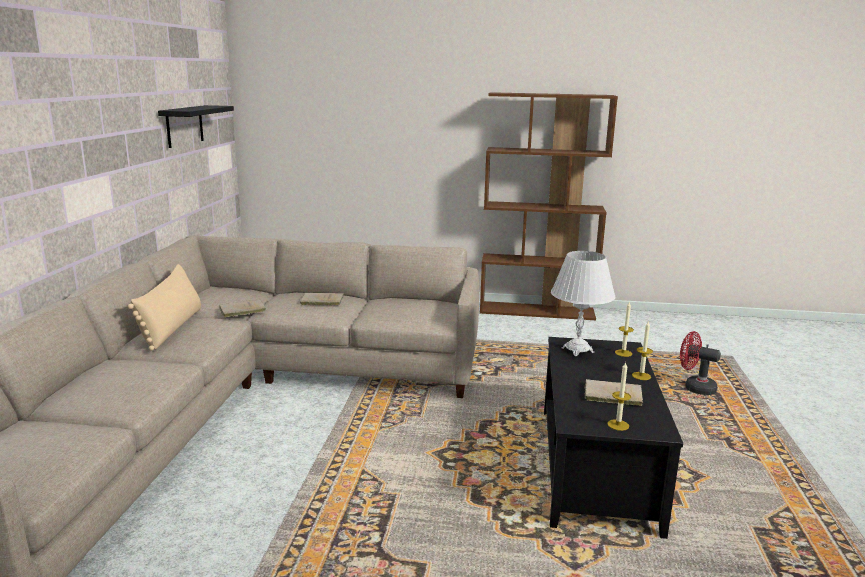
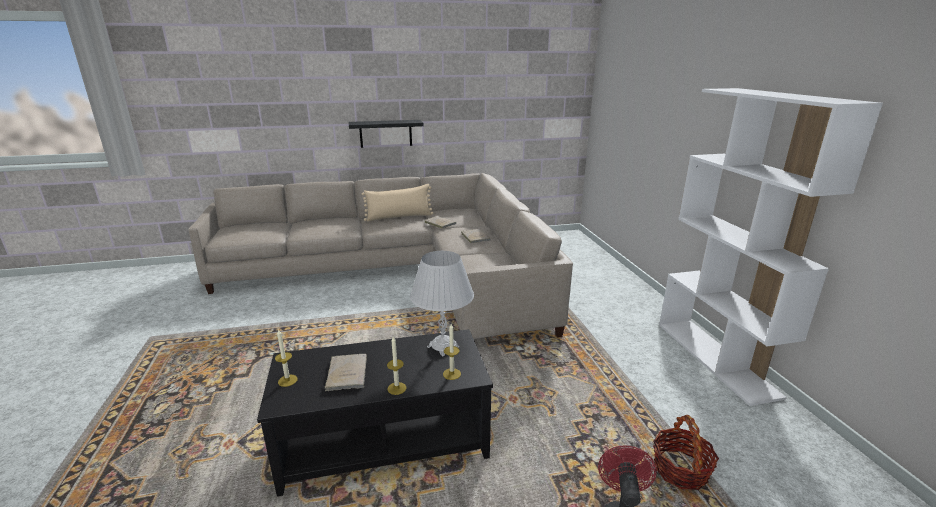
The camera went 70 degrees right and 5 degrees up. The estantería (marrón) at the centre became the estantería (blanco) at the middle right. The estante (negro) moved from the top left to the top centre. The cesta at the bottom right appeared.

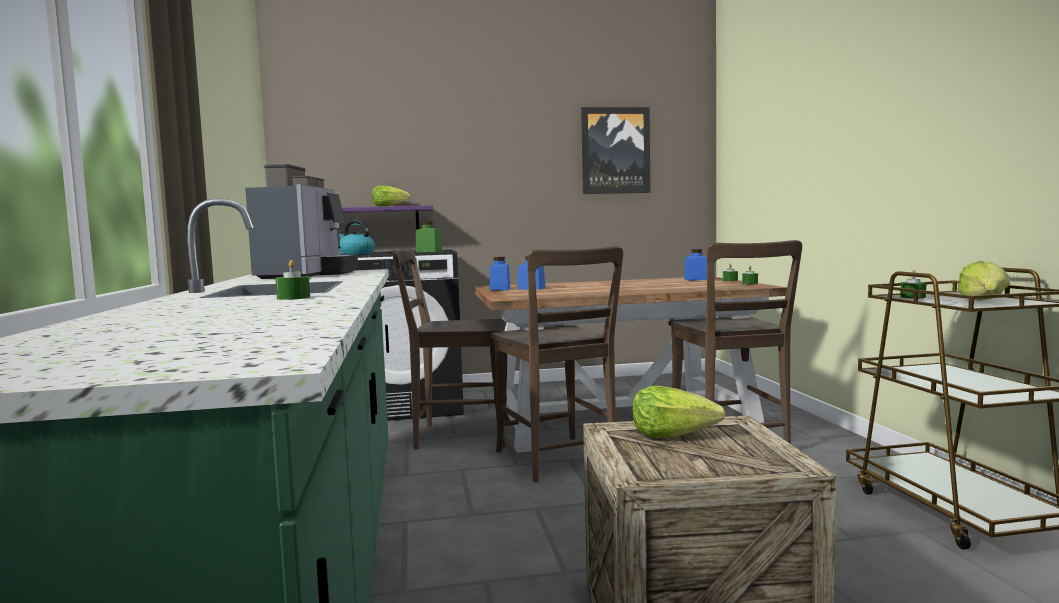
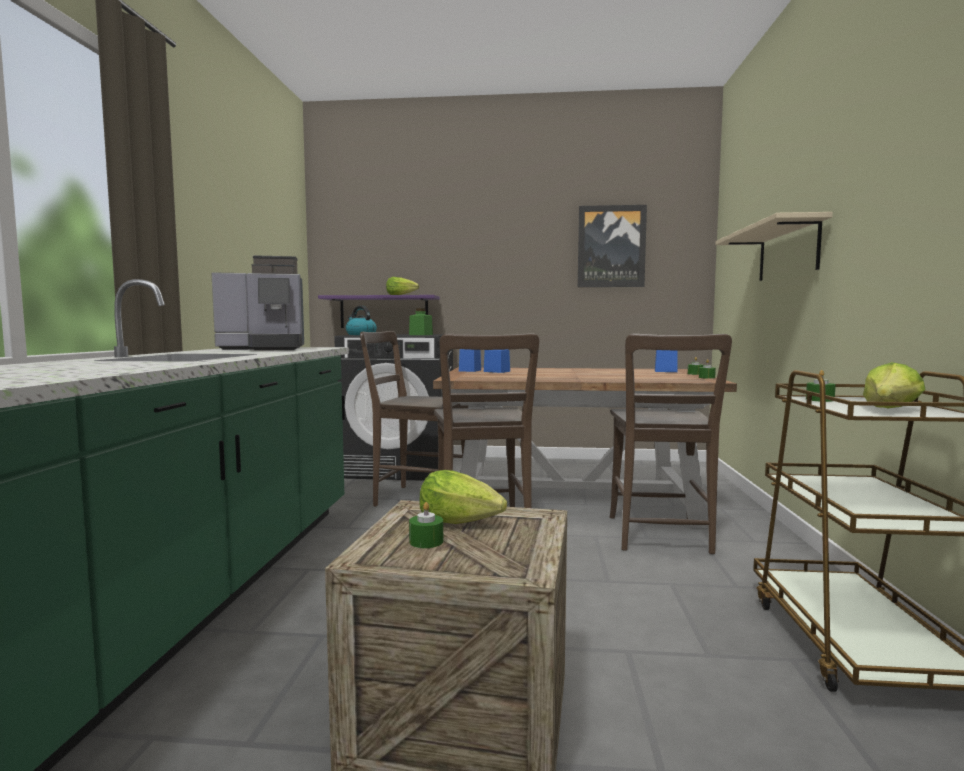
The camera went 15 degrees right and 0 degrees up. The cafetera at the middle left turned 60 degrees clockwise. The vela (verde) (no. 1 from left) moved from the middle left to the bottom centre. The estante (beis) at the top right appeared.

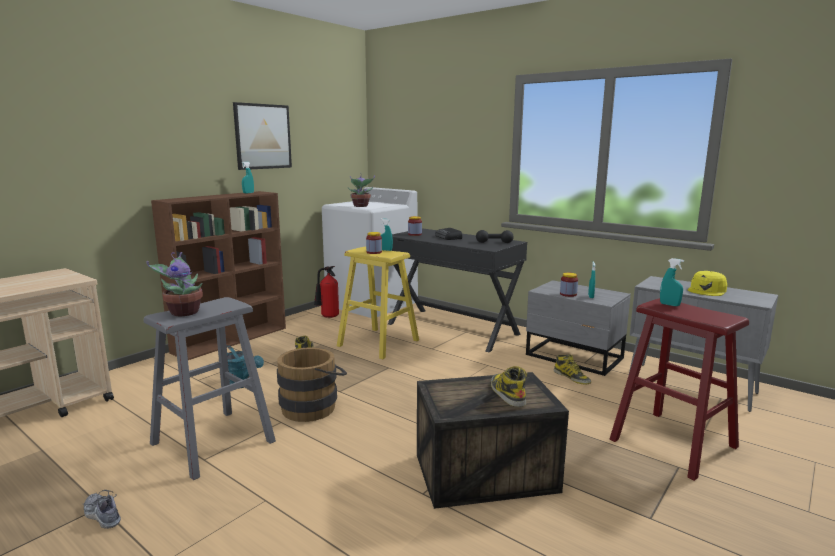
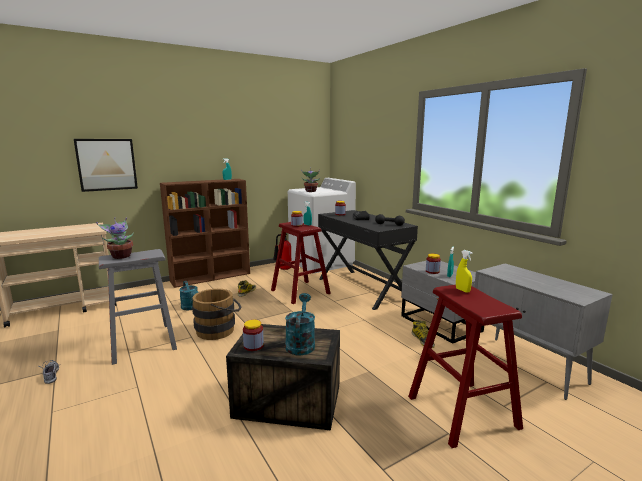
The camera went 20 degrees right and 0 degrees up. The cuadro moved from the top left to the middle left. The taburete (amarillo) at the centre became the taburete (rojo) (no. 1 from left) at the centre. The pulverizador (turquesa) (no. 4 from left) at the middle right became the pulverizador (amarillo) at the middle right. The gorra (amarillo) at the middle right disappeared. The bota (no. 2 from left) at the bottom centre was replaced by the regadera (turquesa) (no. 2 from left) at the bottom centre. The tarro (no. 1 from left) at the bottom centre appeared.

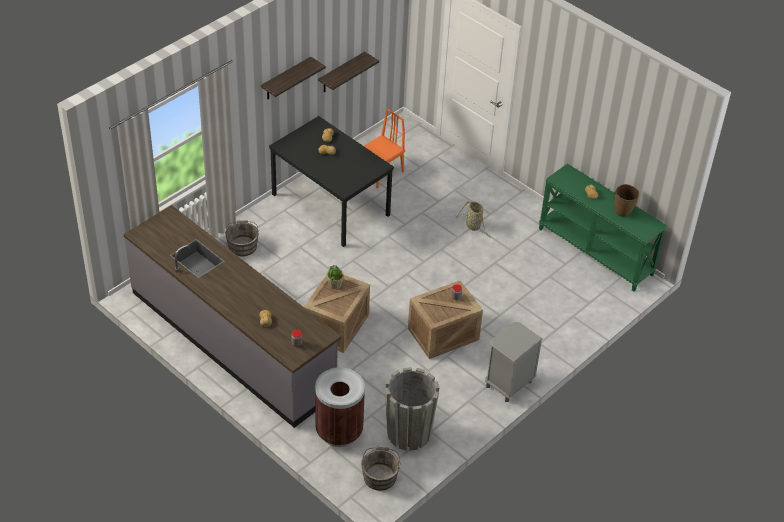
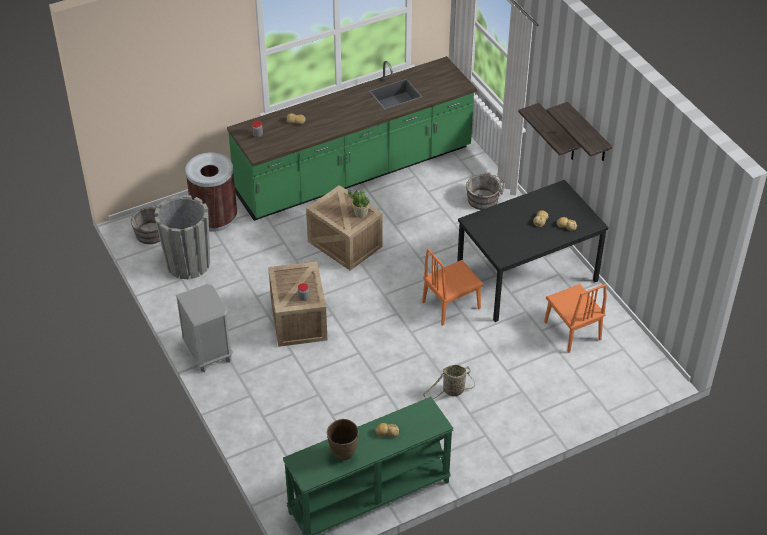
The camera went 110 degrees right and 0 degrees up. The estante (no. 2 from left in the first image) moved from the top centre to the top right. The mueble bajo de cocina (gris) at the middle left became the mueble bajo de cocina (verde) at the top centre. The silla (naranja) (no. 1 from left) at the centre appeared.

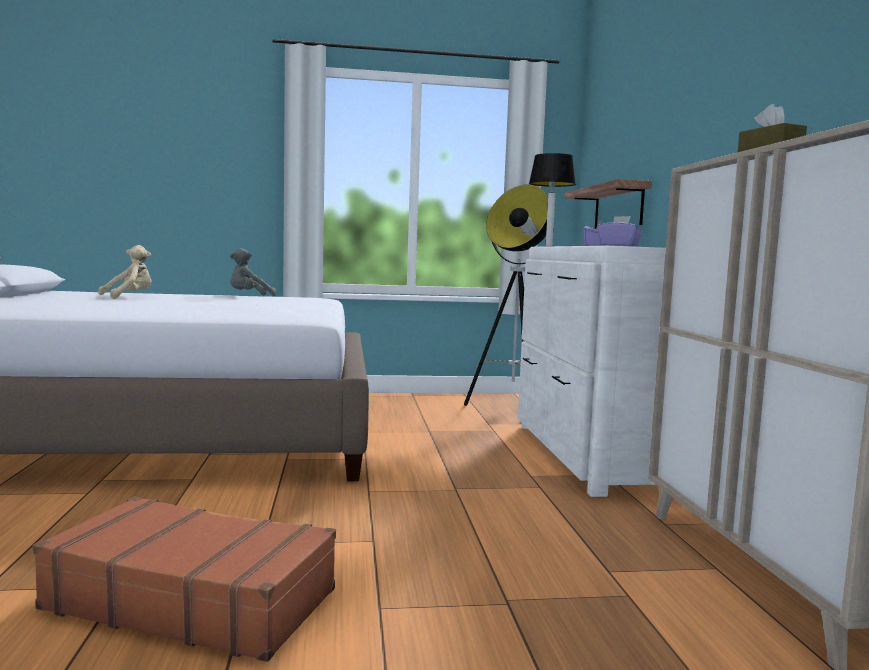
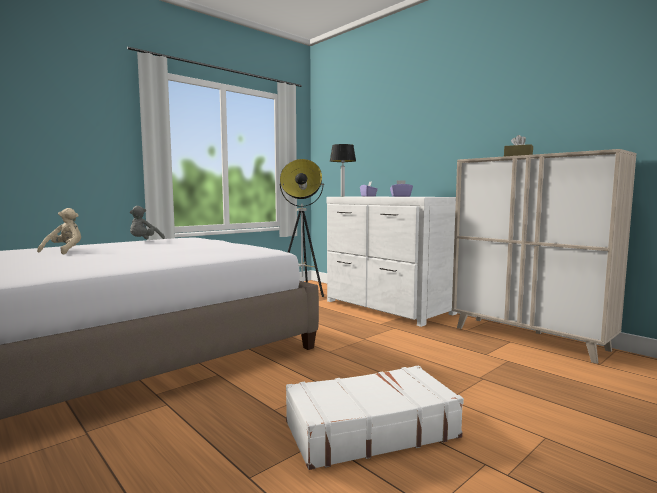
The camera went 35 degrees left and 0 degrees up. The estante at the top right disappeared. The maleta (marrón) at the bottom left became the maleta (blanco) at the bottom centre.

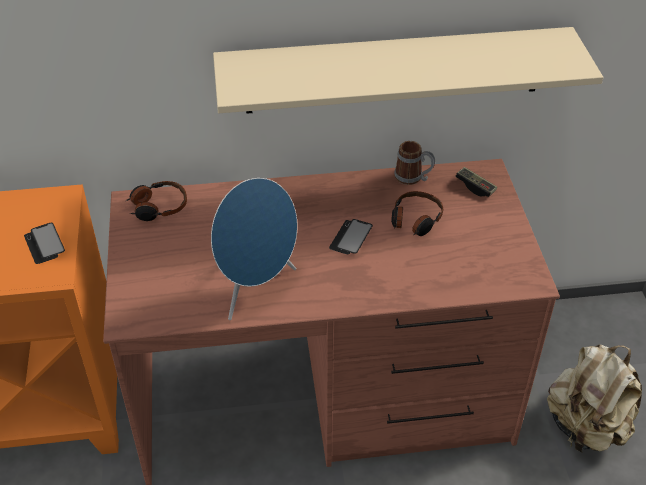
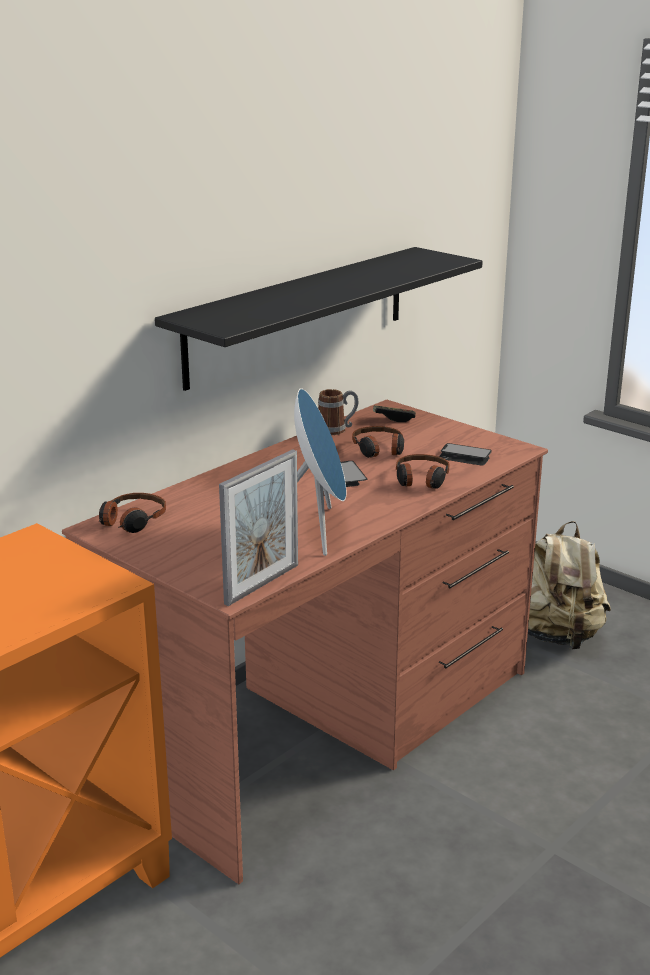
The camera went 40 degrees left and 20 degrees down. The estante (beis) at the top centre became the estante (negro) at the top centre. The móvil (no. 1 from left in the first image) moved from the middle left to the middle right. The portarretratos at the centre appeared. The auriculares (no. 3 from left) at the centre appeared.

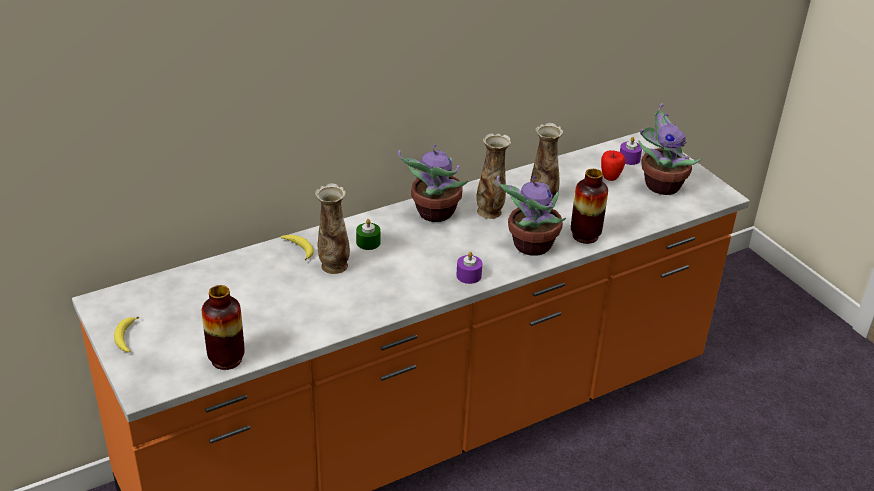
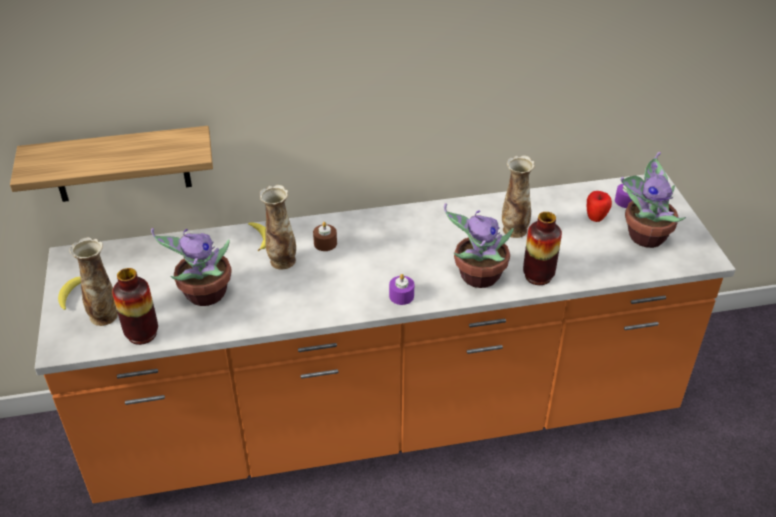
The camera went 20 degrees right and 5 degrees up. The florero (no. 3 from left in the first image) moved from the centre to the middle left. The planta en maceta (no. 1 from left) moved from the centre to the middle left. The vela (verde) at the centre became the vela (marrón) at the centre. The estante at the top left appeared.

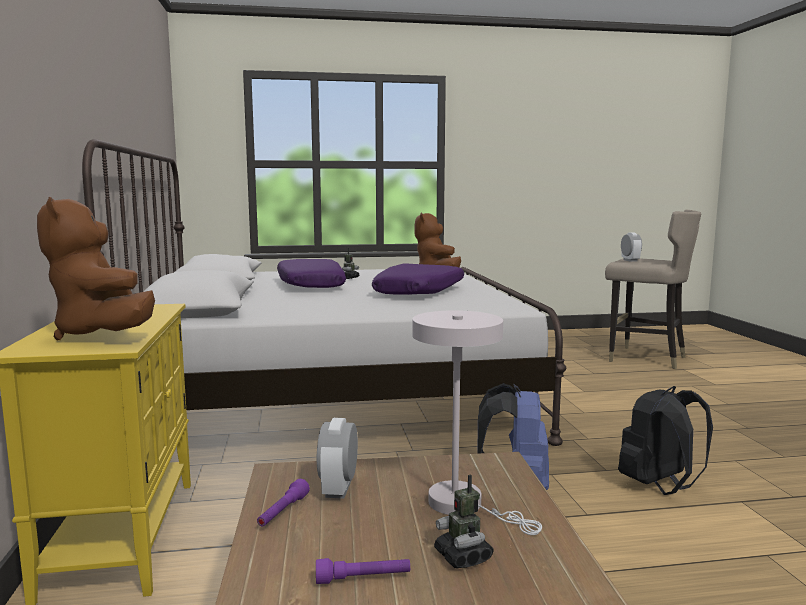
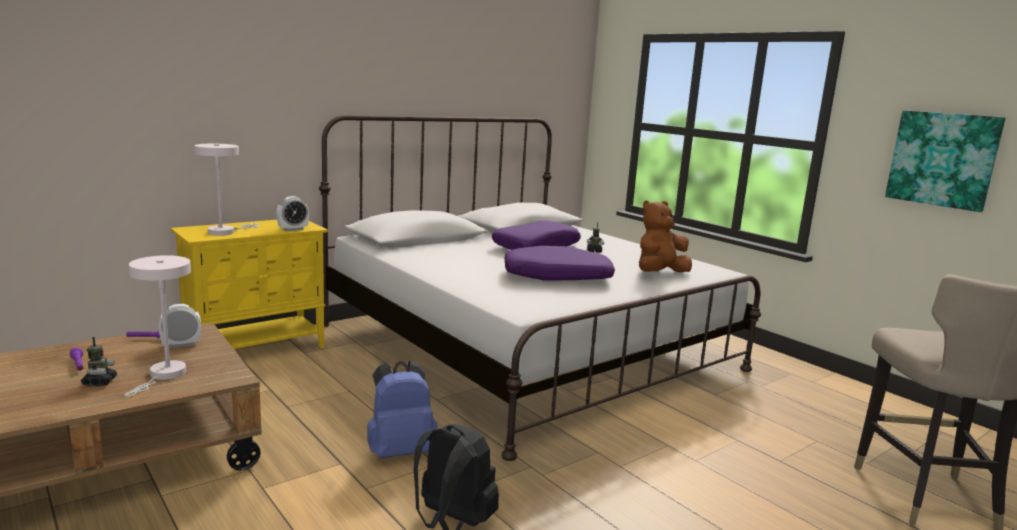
The camera went 60 degrees right and 5 degrees up. The peluche (marrón) (no. 1 from left) at the middle left was replaced by the lámpara de mesa (blanco) (no. 2 from left) at the middle left. The despertador (no. 2 from left) moved from the middle right to the middle left. The robot de juguete (no. 2 from left in the first image) at the bottom centre turned 135 degrees clockwise. The cuadro at the top right appeared.

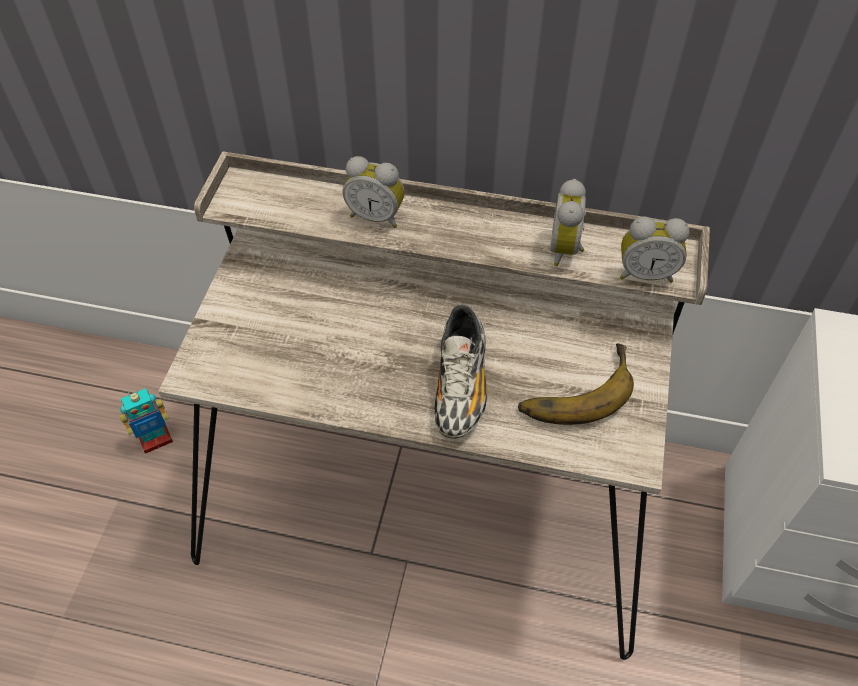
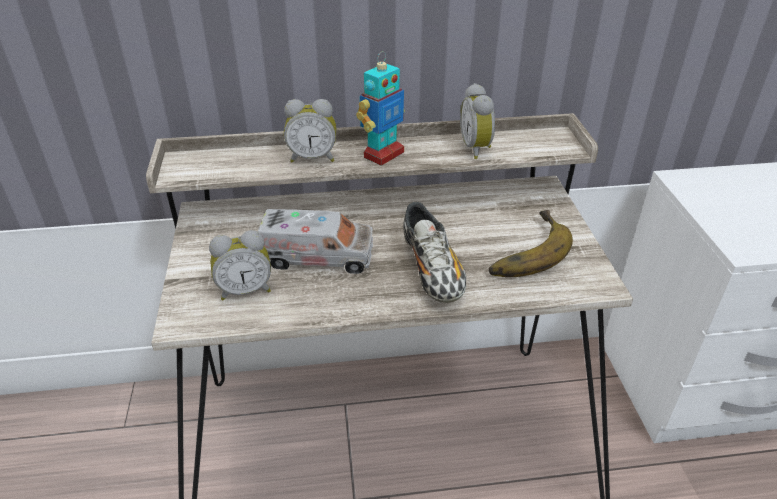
The camera went 20 degrees left and 15 degrees down. The despertador (no. 3 from left in the first image) moved from the middle right to the middle left. The robot de juguete moved from the middle left to the top centre. The camión de juguete at the centre appeared.

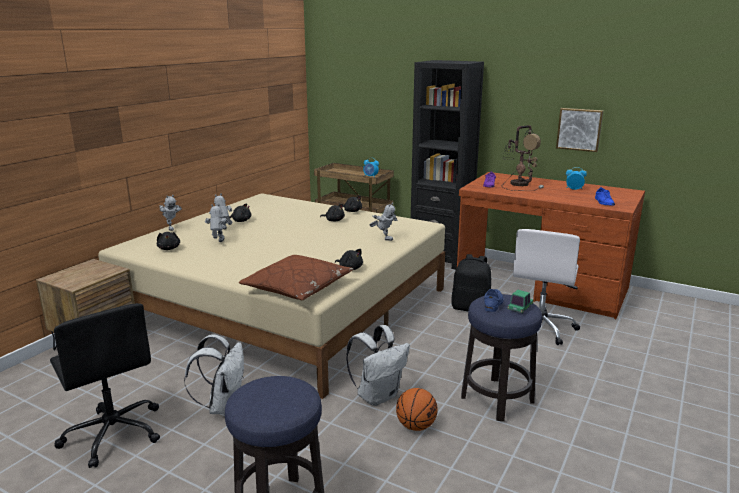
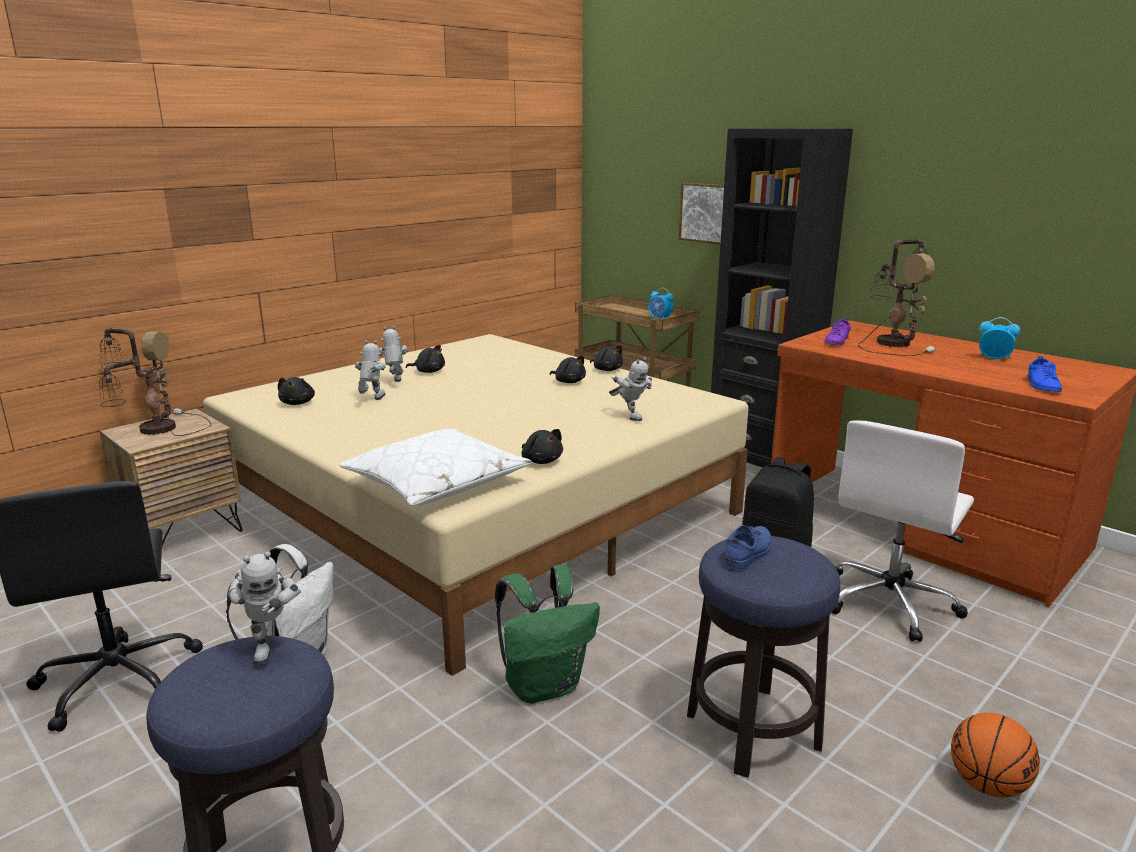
The camera went 15 degrees right and 0 degrees up. The cuadro moved from the top right to the top centre. The robot de juguete (no. 1 from left) moved from the middle left to the bottom left. The cojín (marrón) at the centre became the cojín (blanco) at the centre. The coche de juguete at the middle right disappeared. The mochila (blanco) (no. 2 from left) at the bottom centre became the mochila (verde) at the bottom centre. The balón de baloncesto moved from the bottom centre to the bottom right. The lámpara de mesa (no. 1 from left) at the middle left appeared.

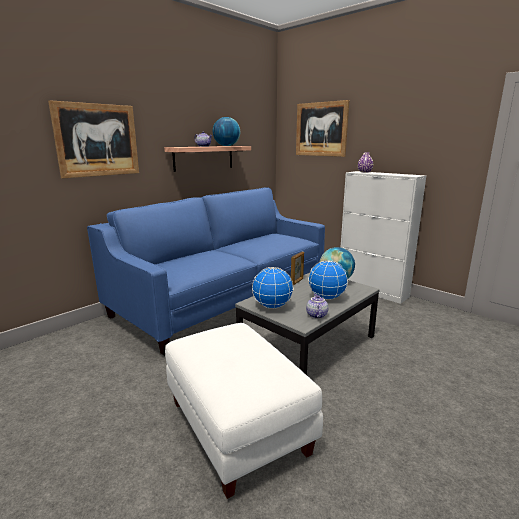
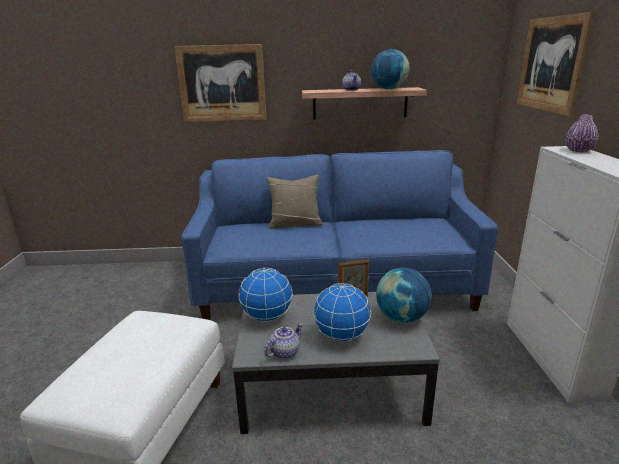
The camera went 45 degrees right and 5 degrees up. The cojín (beis) at the centre appeared.

